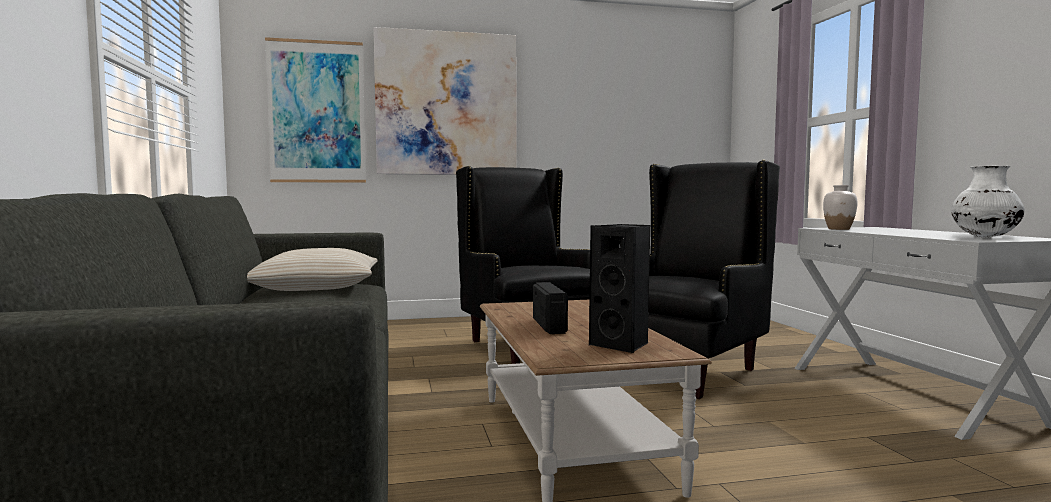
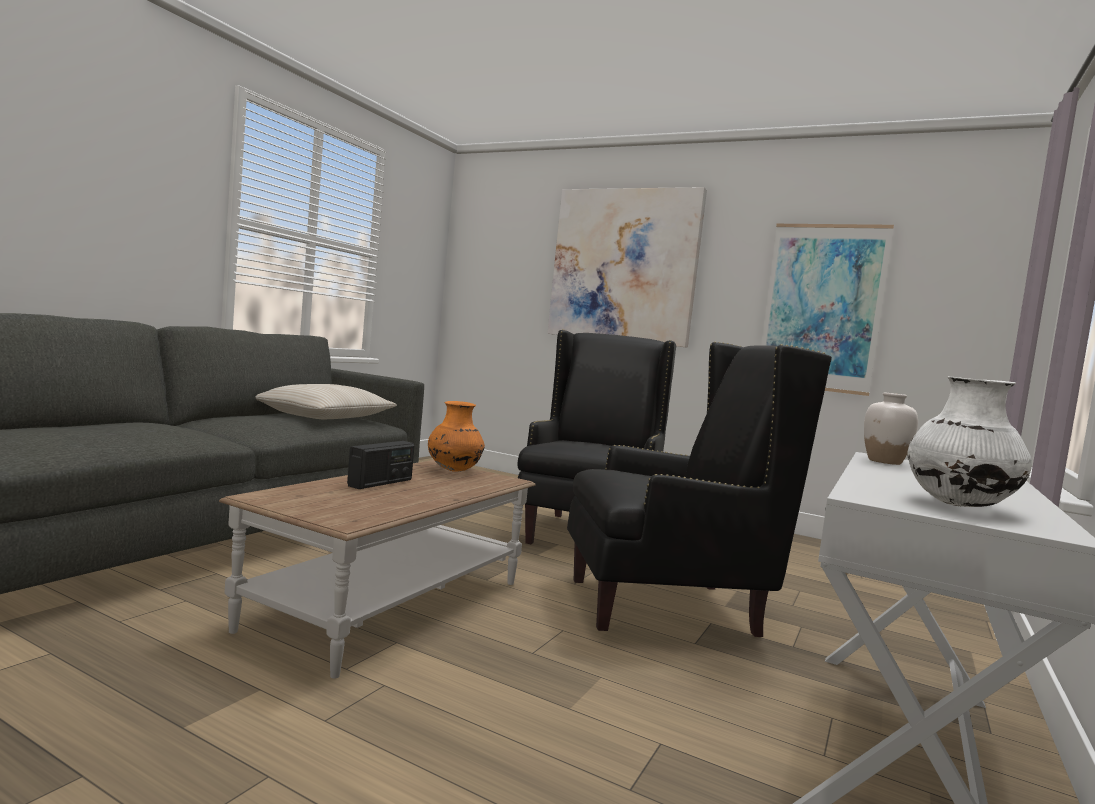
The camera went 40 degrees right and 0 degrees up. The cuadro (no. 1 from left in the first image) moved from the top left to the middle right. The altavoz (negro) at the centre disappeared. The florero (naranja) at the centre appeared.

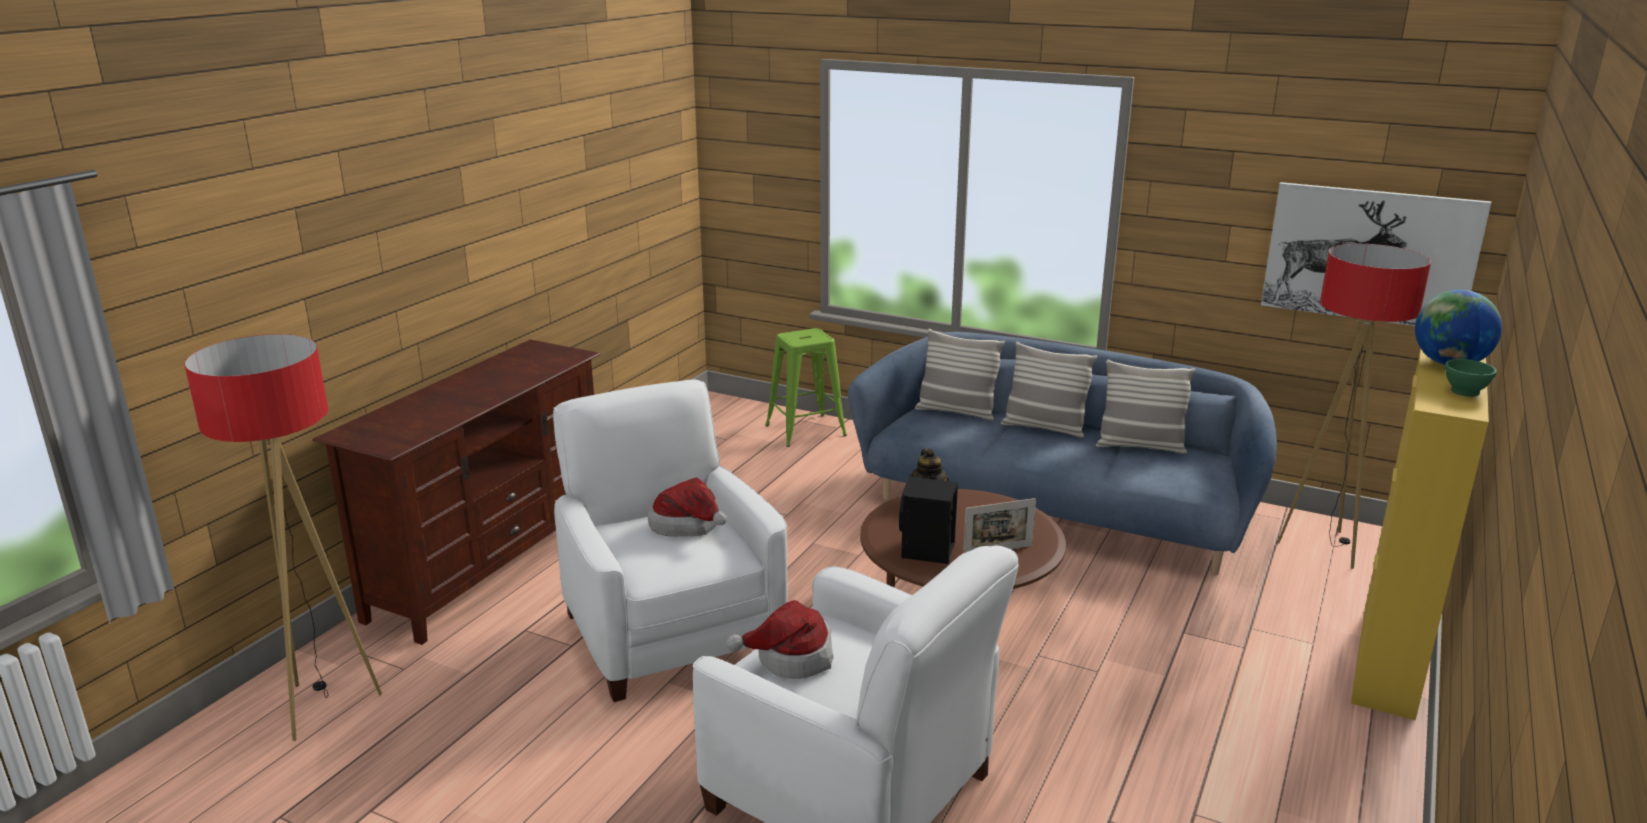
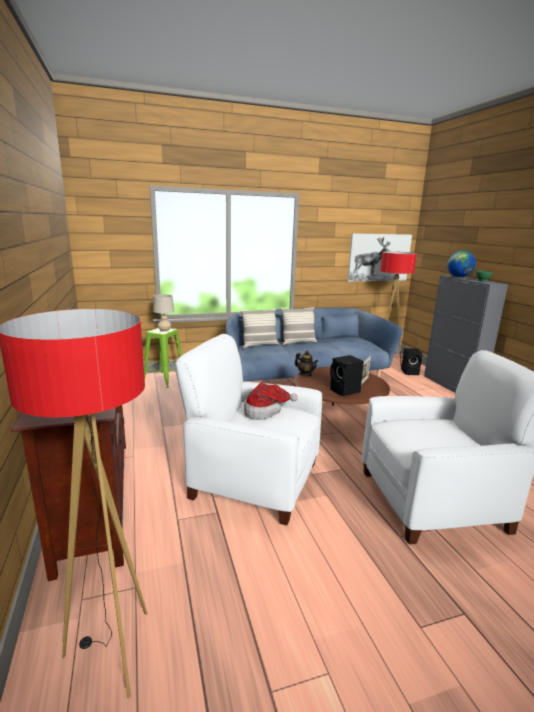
The camera went 45 degrees left and 5 degrees down. The armario (amarillo) at the middle right became the armario (gris) at the middle right. The cojín (no. 3 from left) at the middle right disappeared. The sombrero (no. 2 from left) at the bottom centre disappeared. The lámpara de mesa (beis) at the middle left appeared. The altavoz (negro) (no. 2 from left) at the middle right appeared.

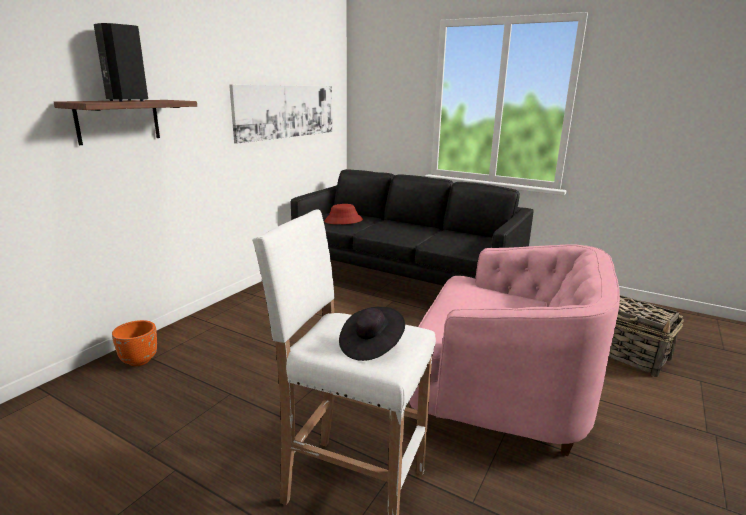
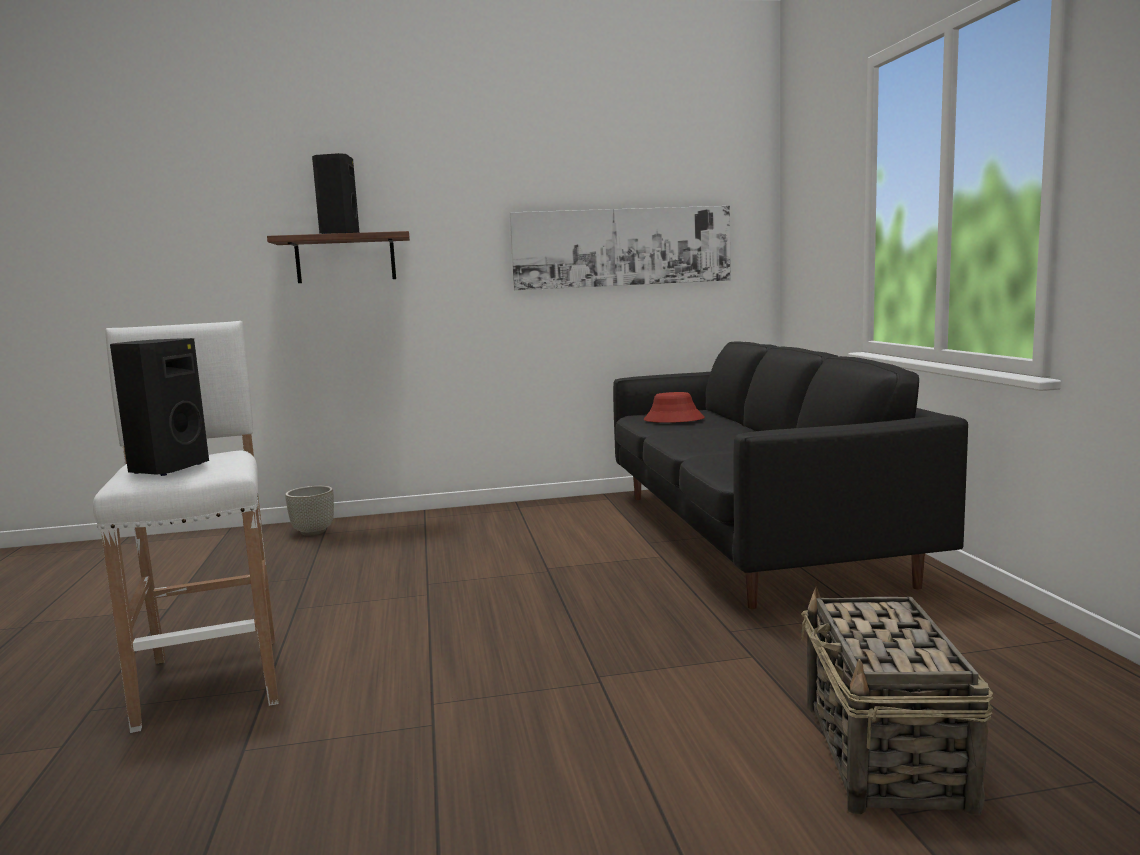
The camera went 50 degrees right and 10 degrees down. The sillón (rosa) at the bottom right disappeared. The sombrero (negro) at the centre was replaced by the altavoz (negro) (no. 1 from left) at the middle left. The maceta (naranja) at the middle left became the maceta (gris) at the middle left.

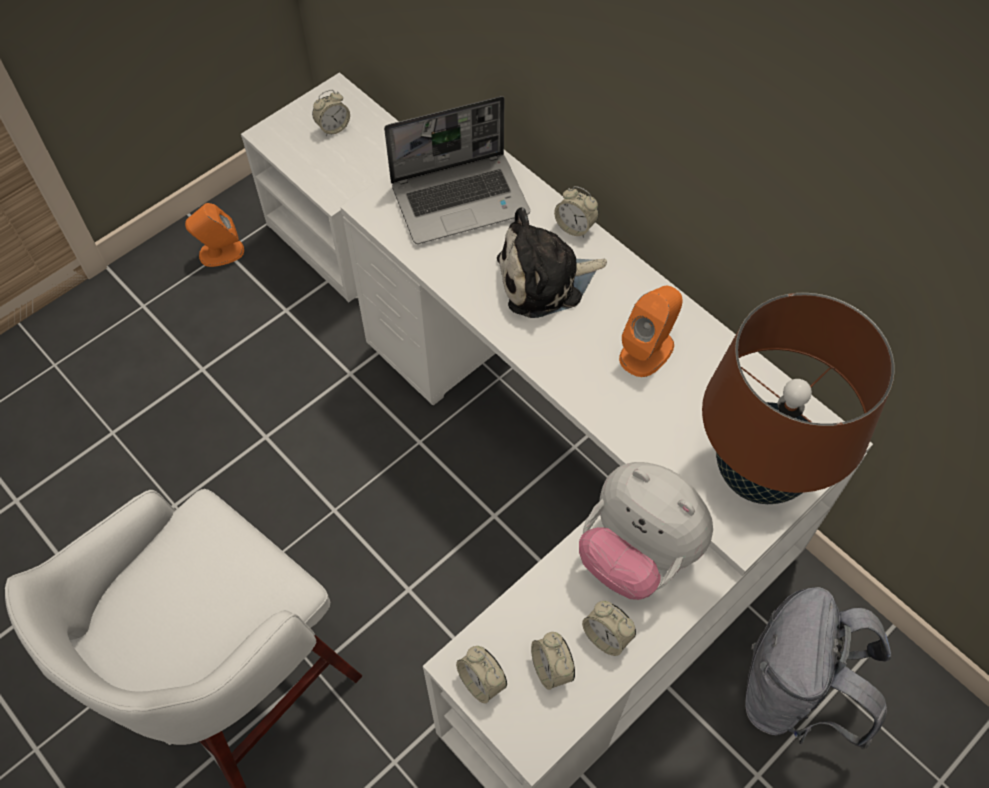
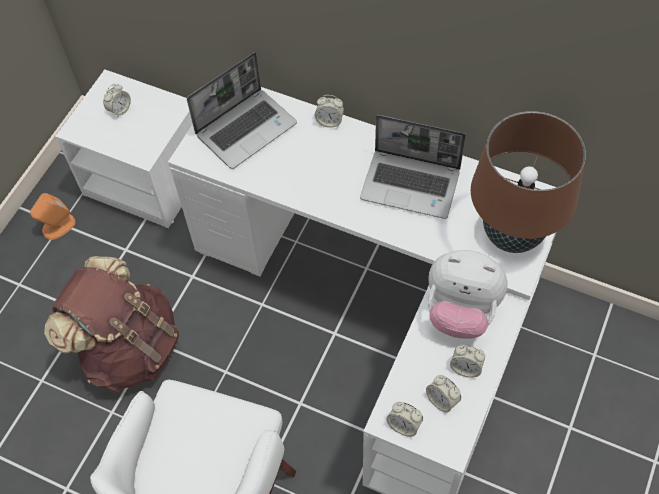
The camera went 20 degrees left and 0 degrees up. The peluche (no. 1 from left) at the top centre disappeared. The altavoz (naranja) (no. 2 from left) at the centre was replaced by the portátil (no. 2 from left) at the centre. The mochila (gris) at the bottom right disappeared. The mochila (marrón) at the middle left appeared.

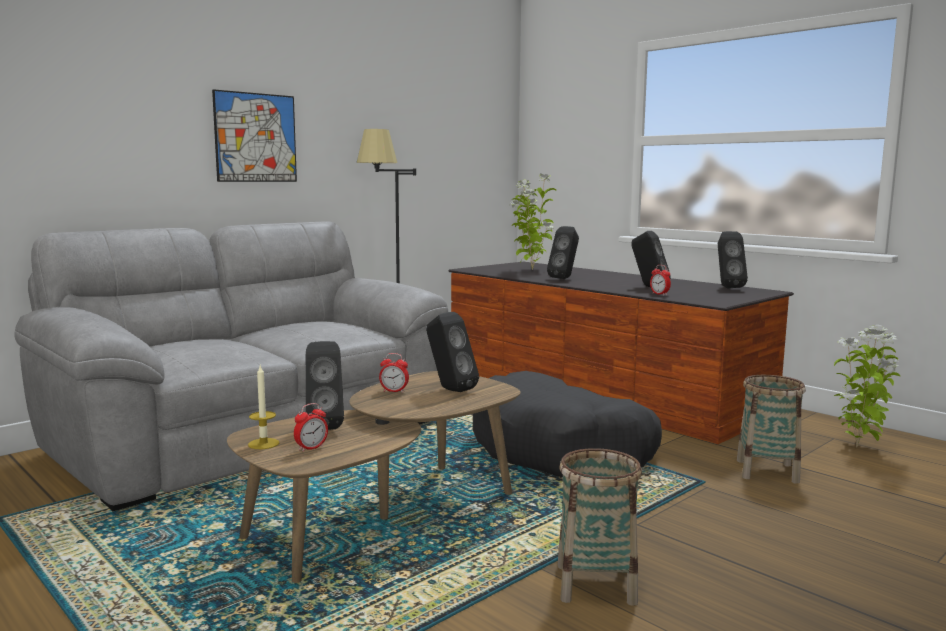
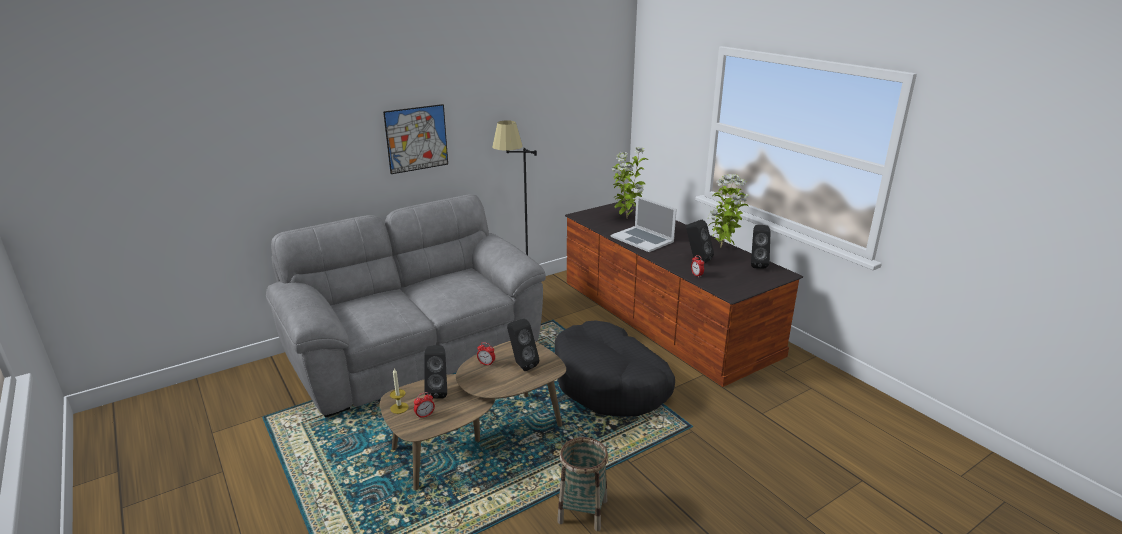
The camera went 10 degrees right and 15 degrees up. The altavoz (negro) (no. 3 from left) at the centre was replaced by the portátil at the centre. The planta en maceta (no. 2 from left) moved from the middle right to the centre. The cesta (no. 2 from left) at the bottom right disappeared.

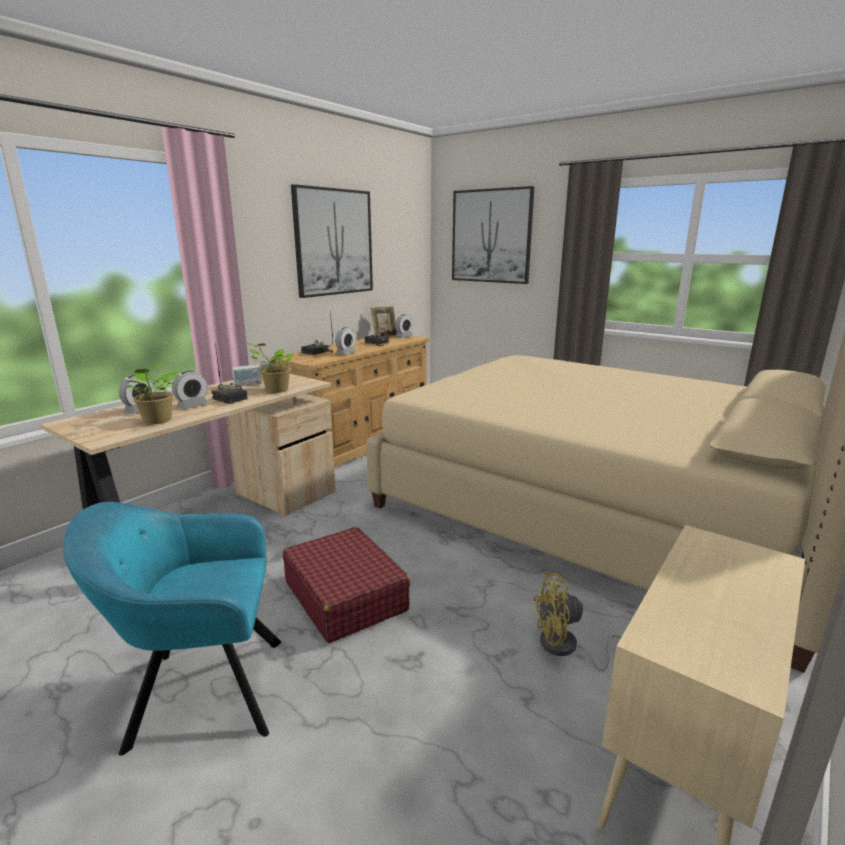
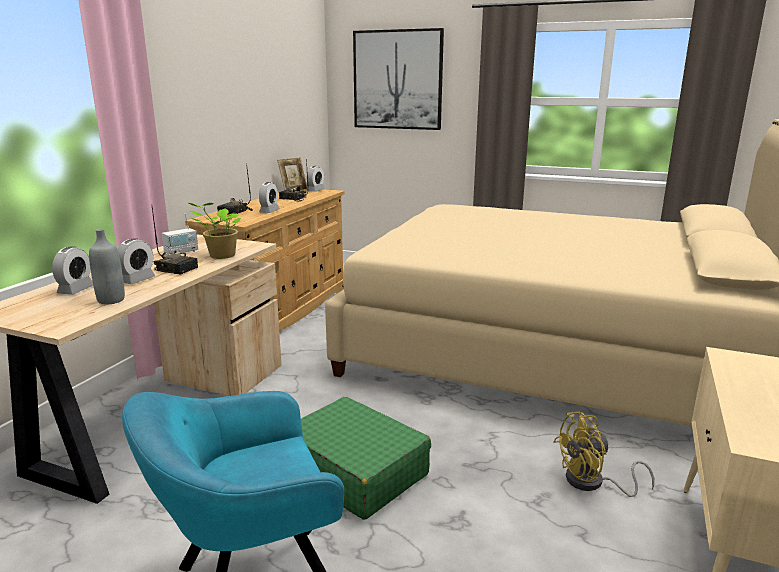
The camera went 15 degrees left and 0 degrees up. The cuadro (no. 1 from left) at the top centre disappeared. The planta en maceta (no. 1 from left) at the middle left was replaced by the botella (gris) at the middle left. The maleta (rojo) at the bottom centre became the maleta (verde) at the bottom centre.

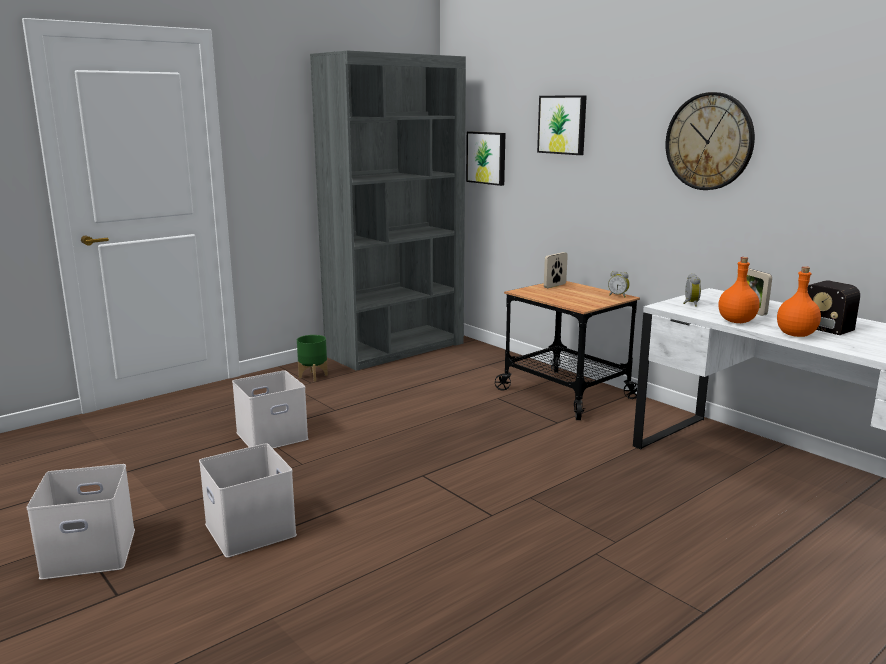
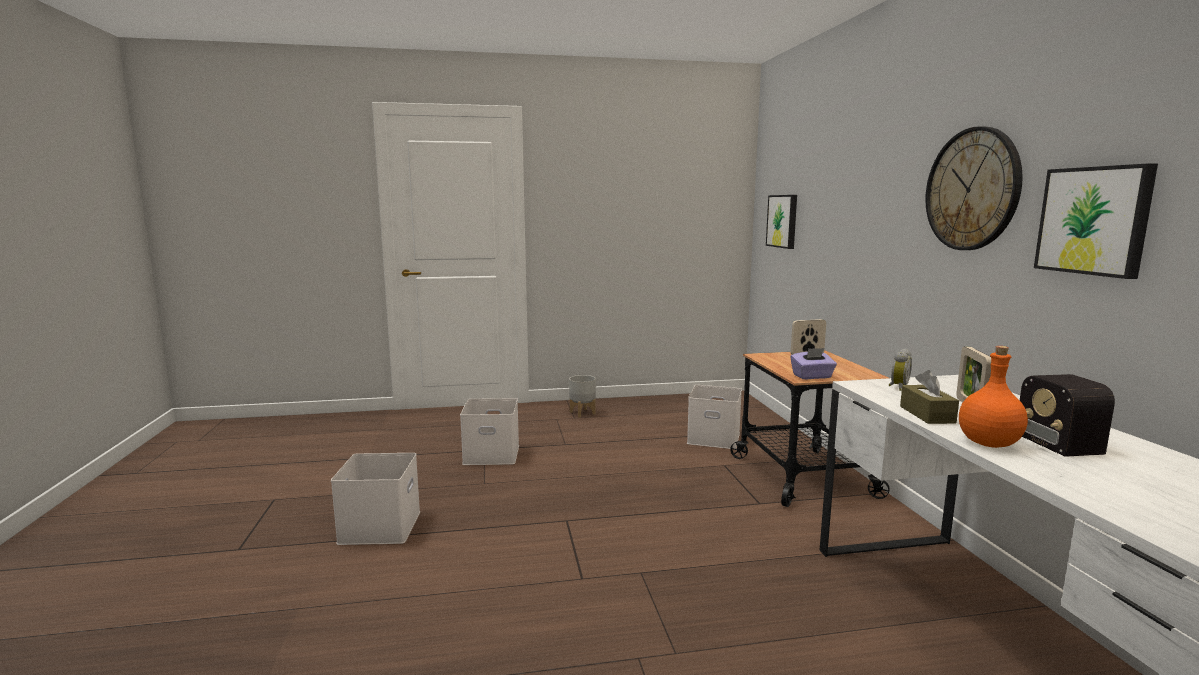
The camera went 30 degrees right and 5 degrees down. The estantería (gris) at the top centre disappeared. The cuadro (no. 2 from left) moved from the top centre to the top right. The botella (naranja) (no. 1 from left) at the middle right was replaced by the caja de pañuelos (marrón) at the middle right. The despertador (no. 1 from left) at the middle right disappeared. The maceta (verde) at the centre became the maceta (gris) at the centre. The caja de almacenaje (blanco) (no. 1 from left in the first image) moved from the bottom left to the centre. The caja de pañuelos (morado) at the middle right appeared.

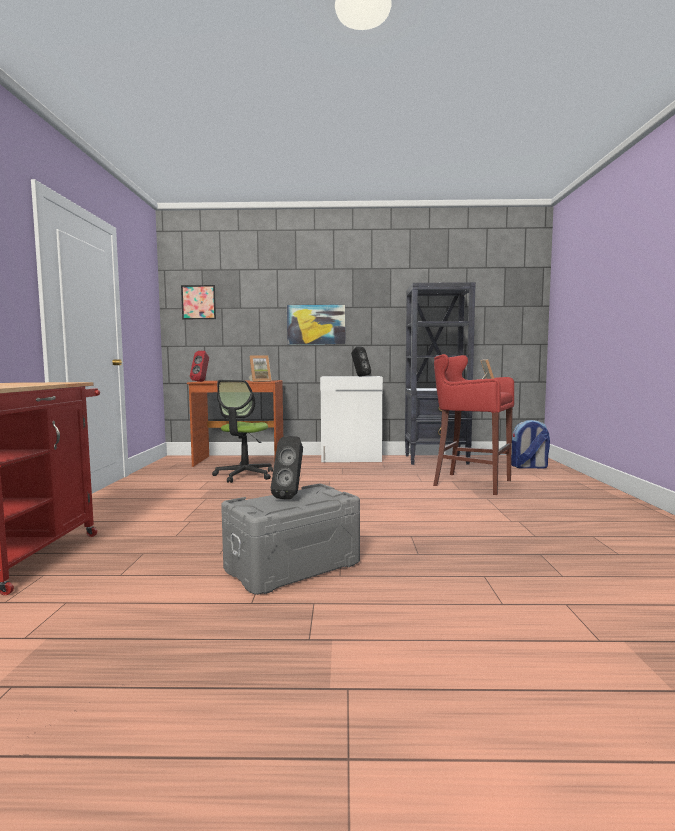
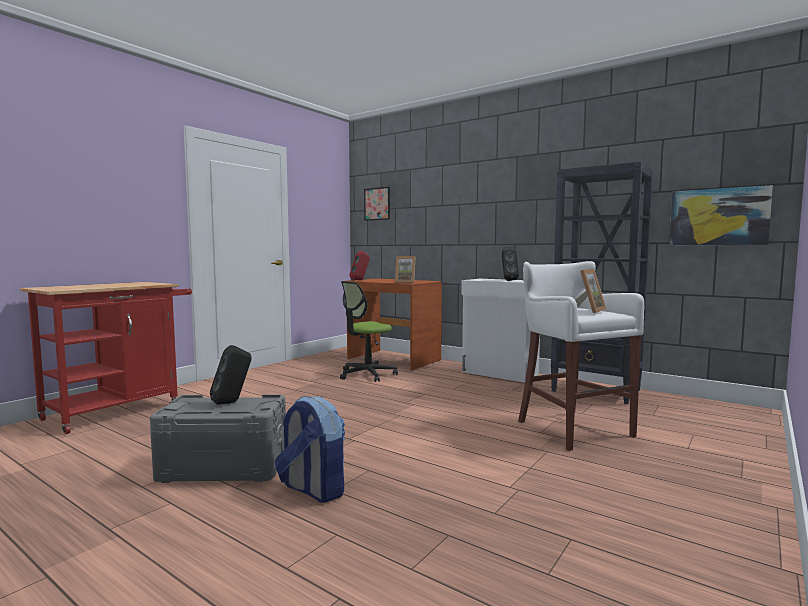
The camera went 35 degrees right and 0 degrees up. The cuadro (no. 2 from left) moved from the centre to the middle right. The taburete (rojo) at the middle right became the taburete (blanco) at the middle right. The mochila moved from the middle right to the bottom centre.

